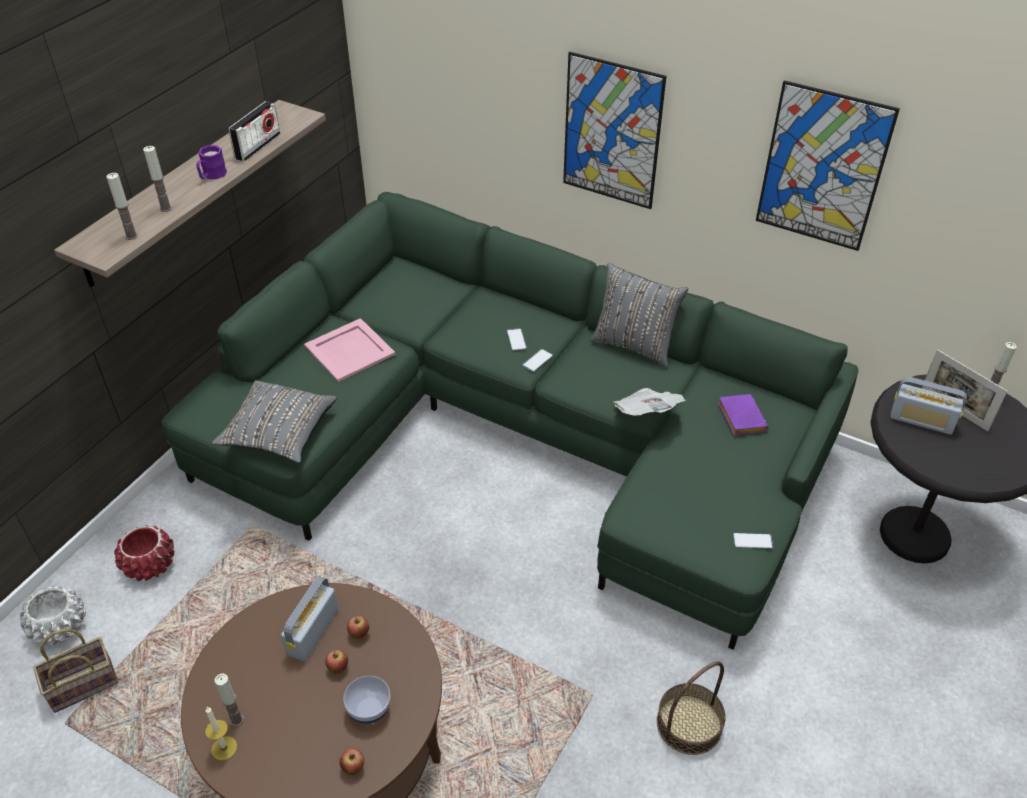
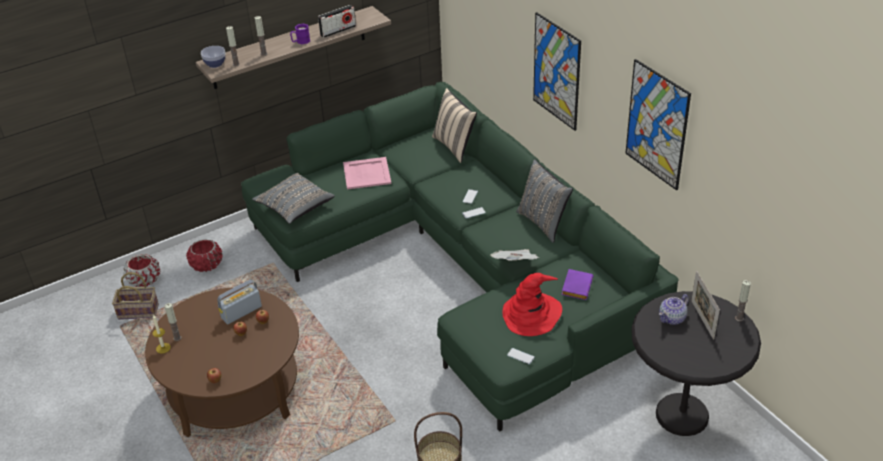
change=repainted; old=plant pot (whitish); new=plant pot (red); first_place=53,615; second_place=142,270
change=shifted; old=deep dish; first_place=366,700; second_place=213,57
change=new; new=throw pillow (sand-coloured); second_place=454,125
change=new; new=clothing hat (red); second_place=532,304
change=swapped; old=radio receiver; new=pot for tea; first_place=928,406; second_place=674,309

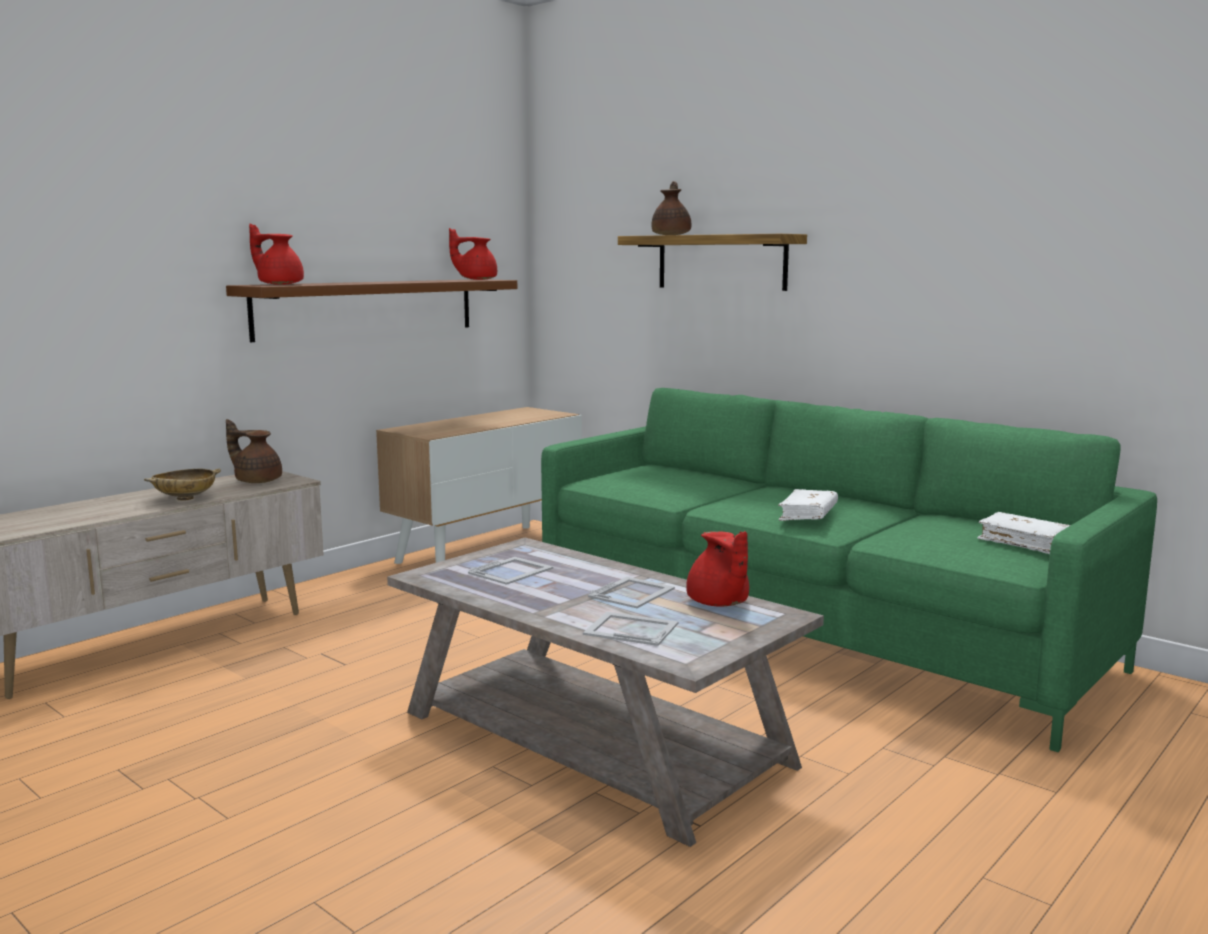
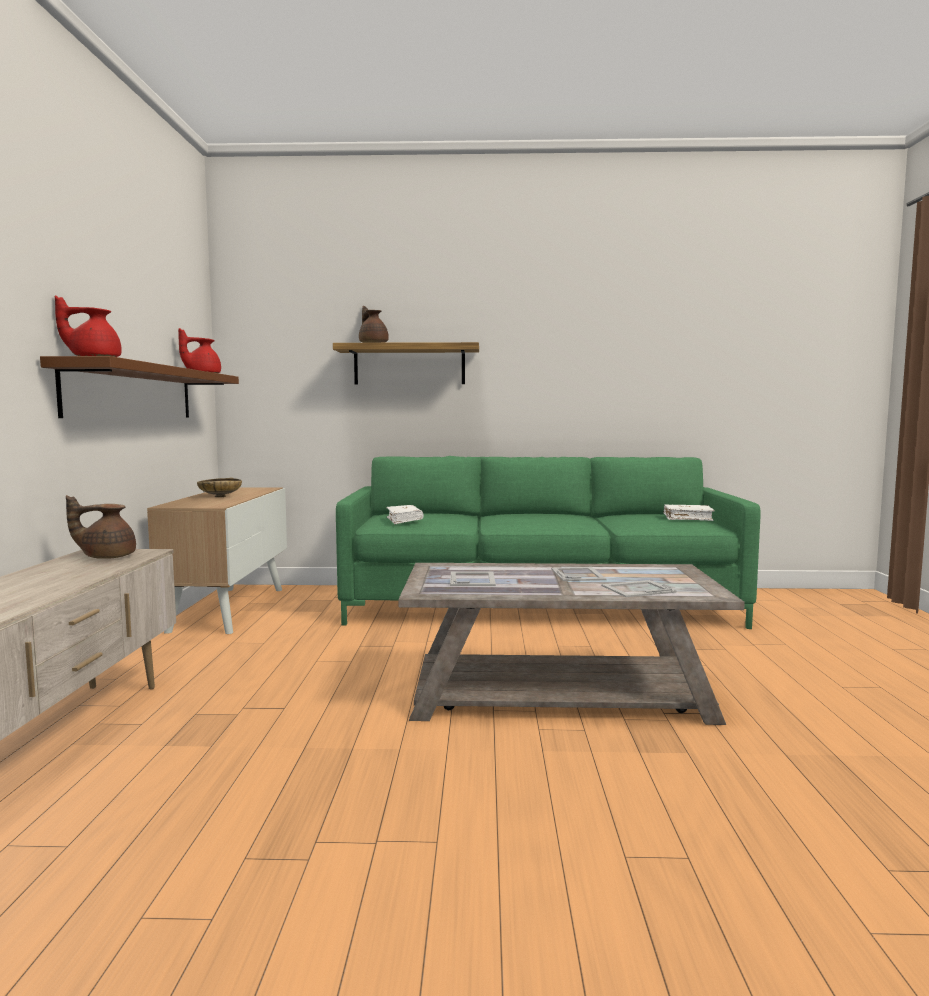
change=shifted; old=deep dish (sand-coloured); first_place=182,484; second_place=219,487
change=shifted; old=bound book (whitish); first_place=808,505; second_place=405,514
change=gone; old=pot for tea (red); first_place=717,568

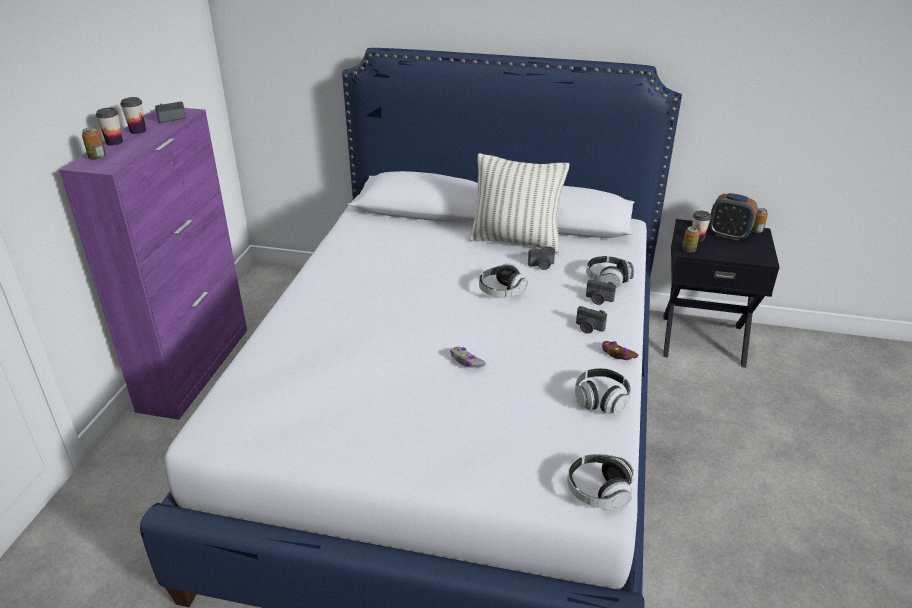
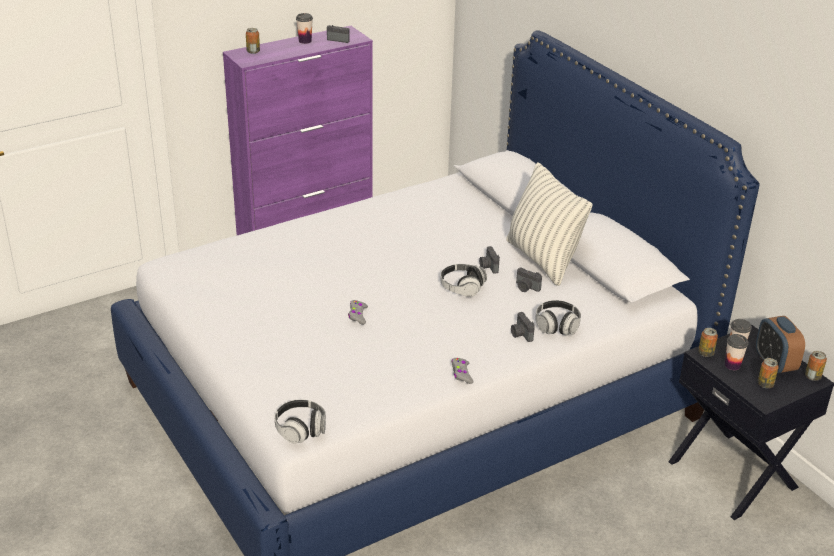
change=repainted; old=joypad (brown); new=joypad (grey); first_place=620,350; second_place=462,371
change=shifted; old=still camera; first_place=591,320; second_place=489,260
change=shifted; old=drinking cup; first_place=109,127; second_place=737,352
change=new; new=sealed can; second_place=768,373
change=gone; old=headphones; first_place=603,391

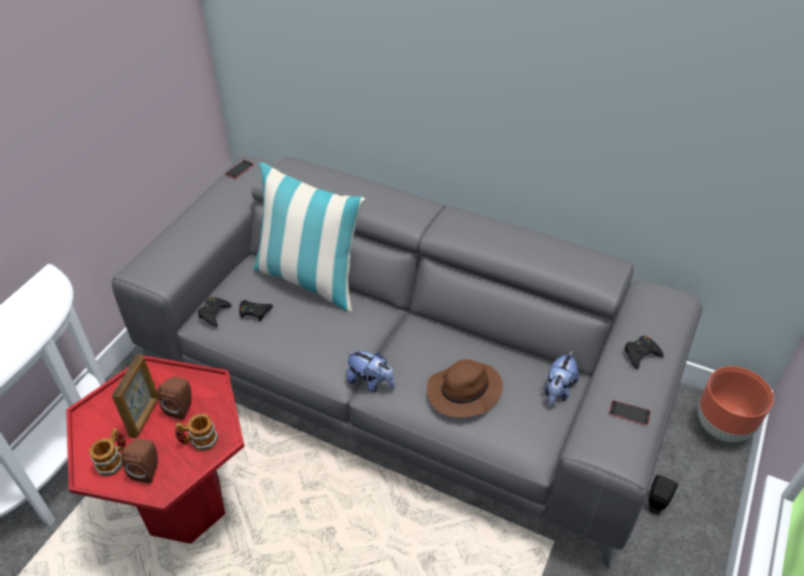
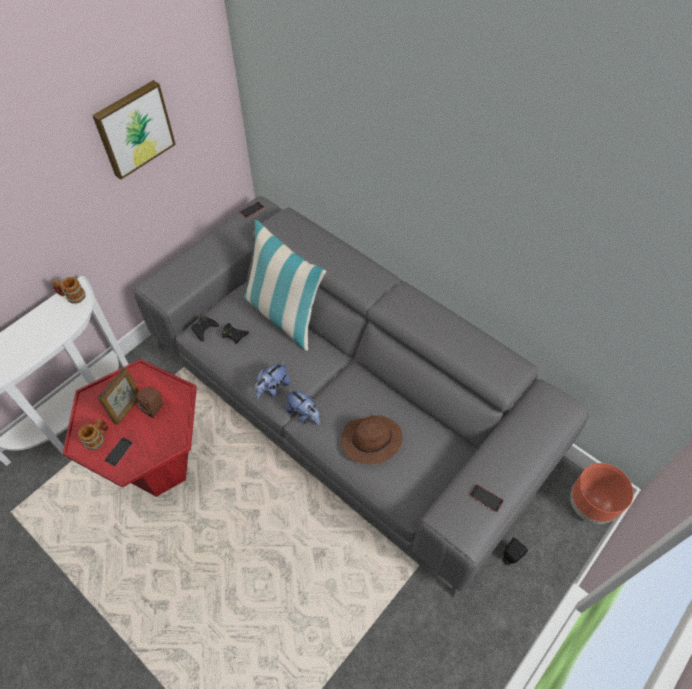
change=shifted; old=coffee mug; first_place=196,432; second_place=69,290
change=new; new=wall art; second_place=134,130
change=swapped; old=loudspeaker (brown); new=handset; first_place=139,461; second_place=118,452
change=shifted; old=soft toy; first_place=562,378; second_place=272,380
change=gone; old=joypad (black); first_place=644,352

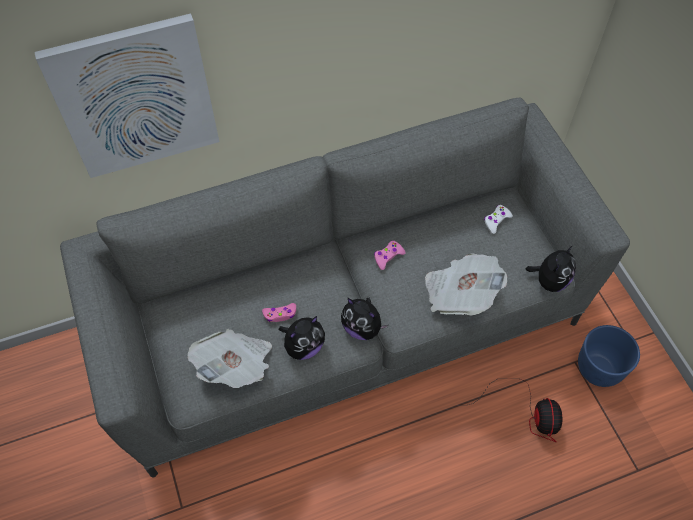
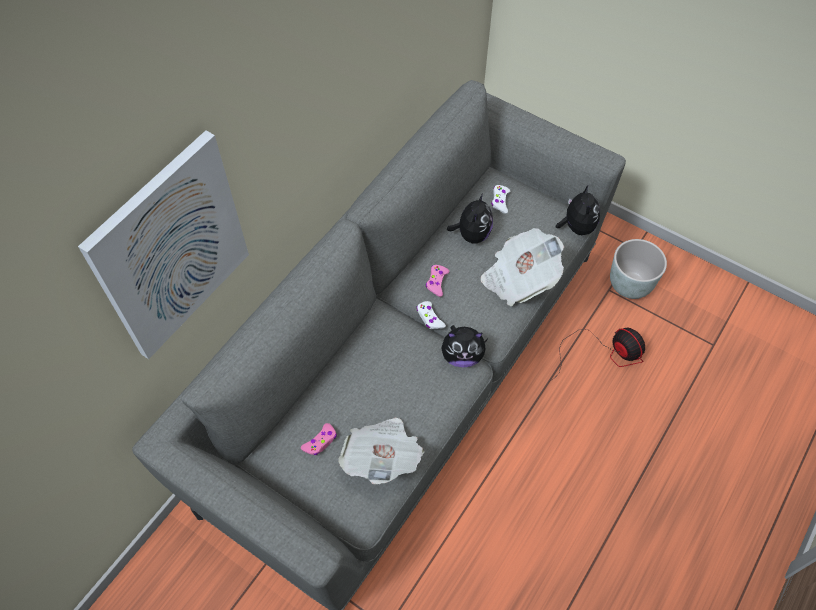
change=shifted; old=joypad (pink-coloured); first_place=279,312; second_place=319,439
change=new; new=joypad (whitish); second_place=431,315
change=shifted; old=soft toy; first_place=302,338; second_place=470,218
change=repainted; old=plant pot (blue); new=plant pot (grey); first_place=609,356; second_place=638,269

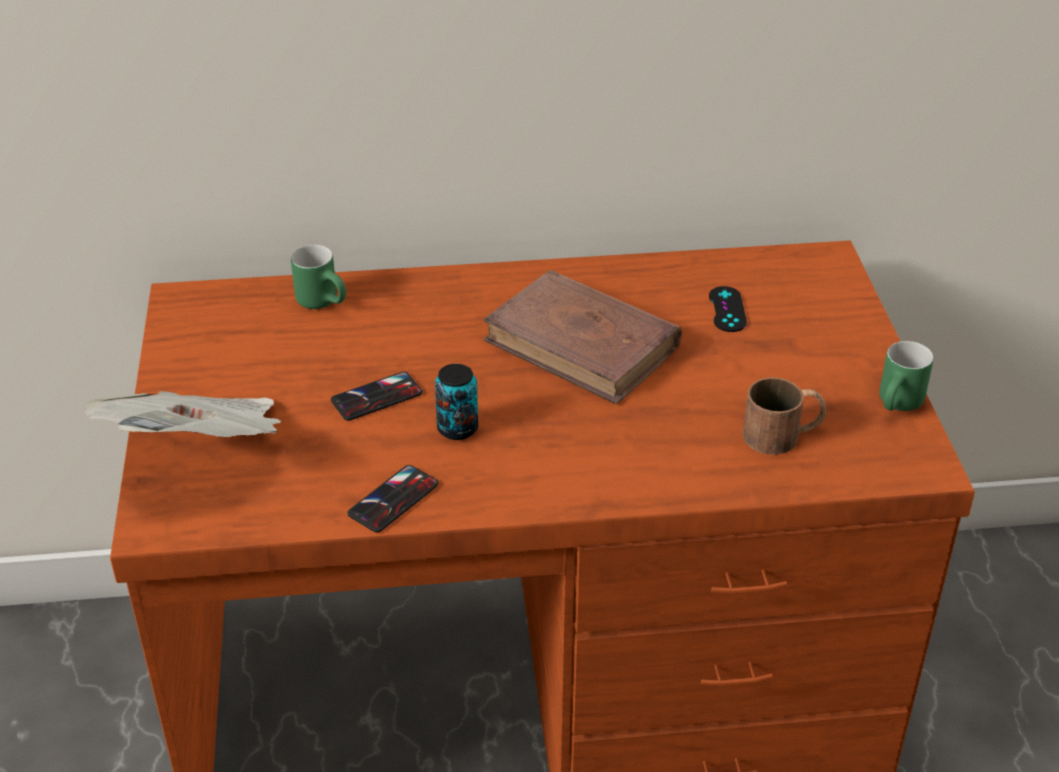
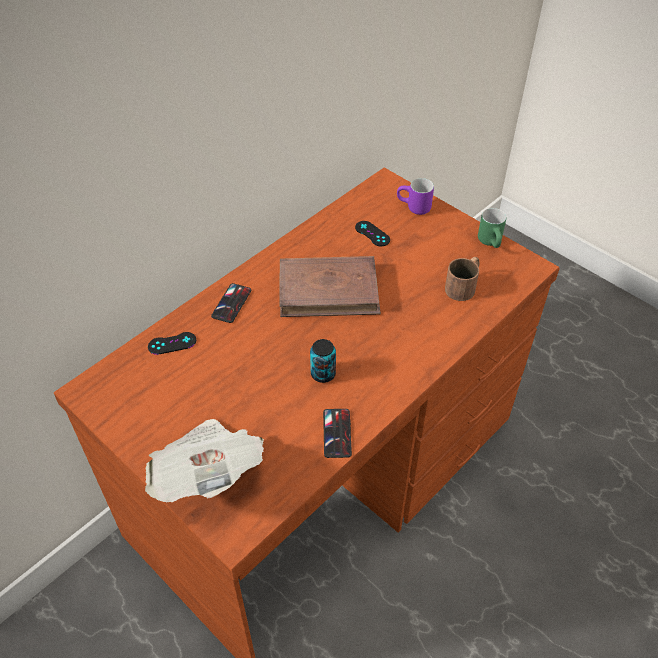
change=swapped; old=coffee mug (greenish); new=joypad (black); first_place=318,277; second_place=172,343
change=shifted; old=handset; first_place=376,396; second_place=231,303
change=new; new=coffee mug (purple-coloured); second_place=415,196

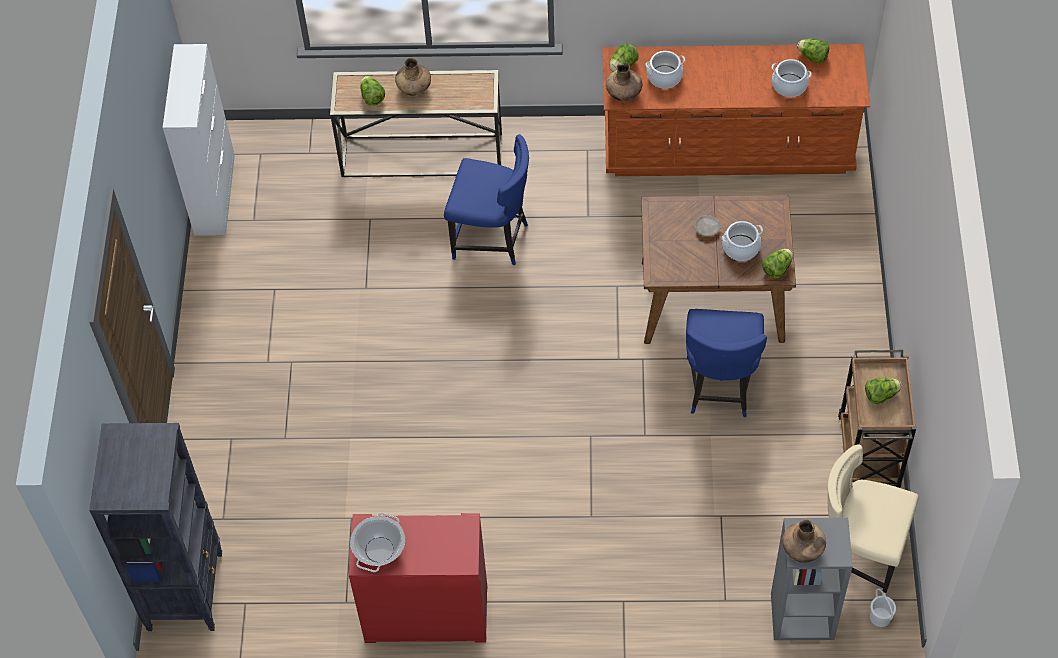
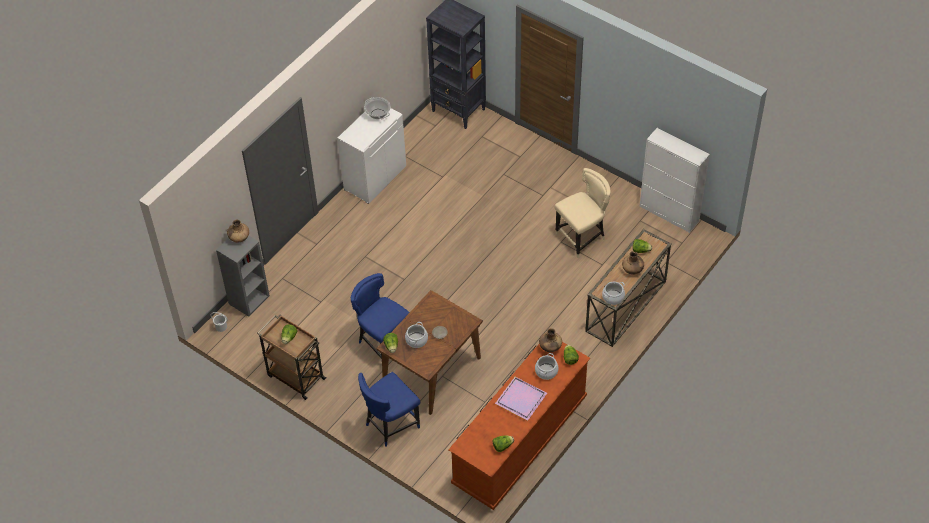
change=repainted; old=cupboard (red); new=cupboard (whitish); first_place=418,578; second_place=371,156
change=shifted; old=upright chair (blue); first_place=486,200; second_place=389,409
change=new; new=serving tray (purple-coloured); second_place=521,399
change=shifted; old=upright chair (sand-coloured); first_place=873,520; second_place=582,213
change=shifted; old=saucepot; first_place=791,78; second_place=613,293

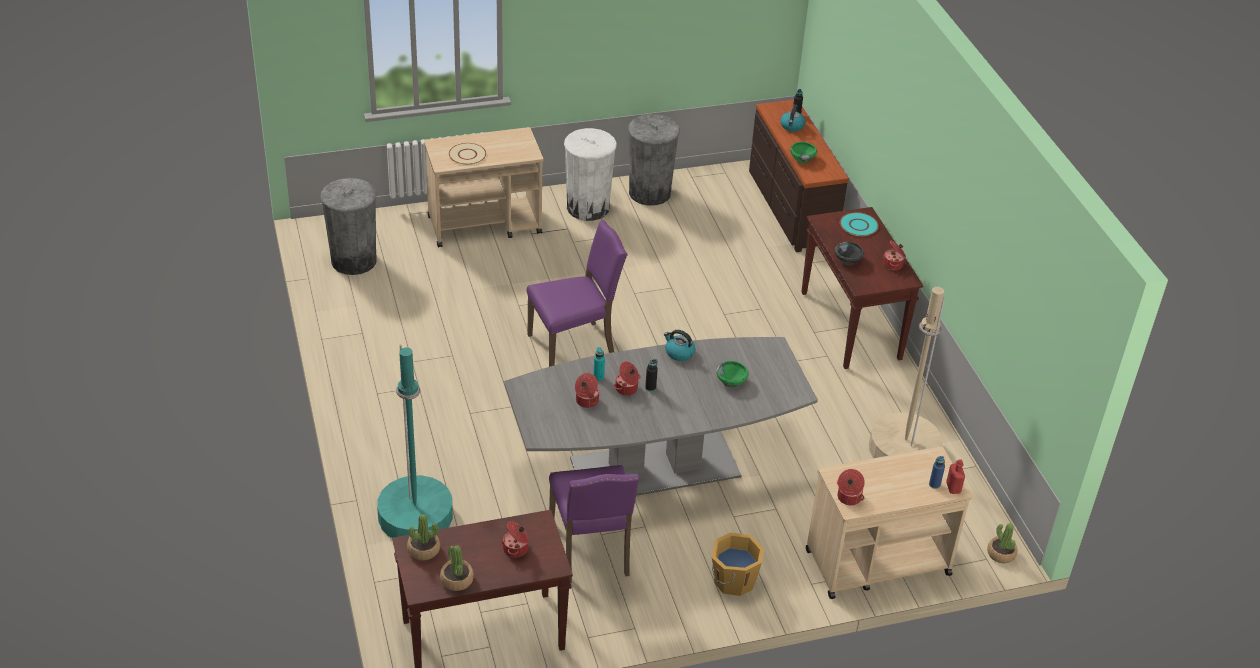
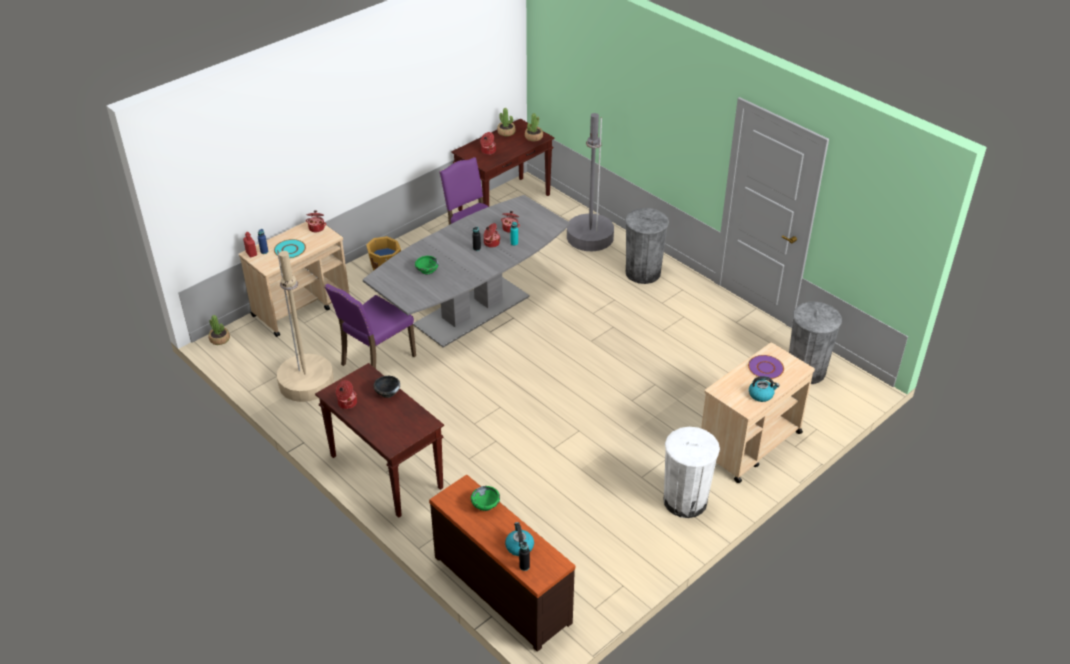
change=shifted; old=dinner plate (turquoise); first_place=859,224; second_place=290,248
change=shifted; old=upright chair (purple-coloured); first_place=577,293; second_place=370,326
change=repainted; old=floor lamp (turquoise); new=floor lamp (grey); first_place=415,441; second_place=590,182
change=shifted; old=rubbish bin (grey); first_place=654,160; second_place=647,246
change=repainted; old=dinner plate (sand-coloured); new=dinner plate (purple-coloured); first_place=467,154; second_place=766,367
change=shifted; old=water kettle; first_place=680,345; second_place=764,389

